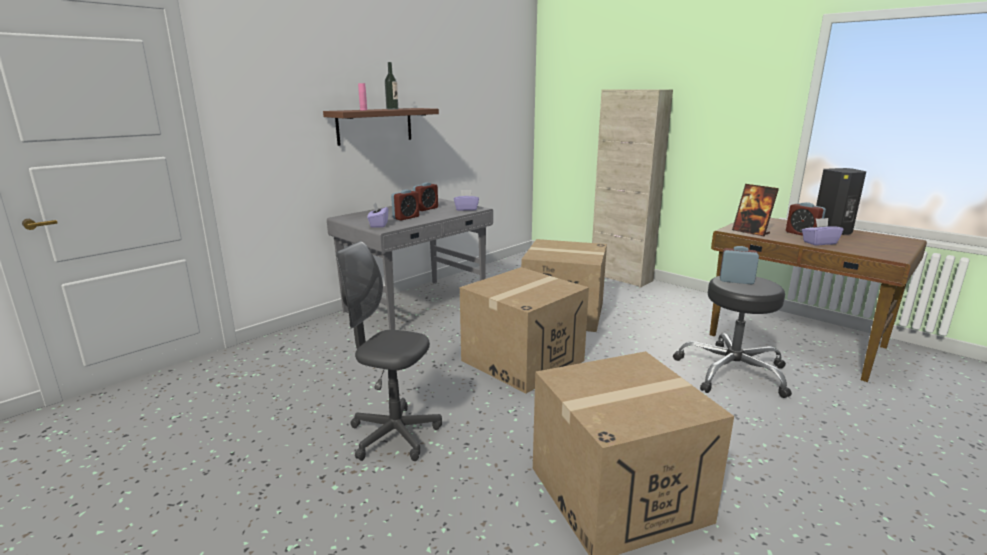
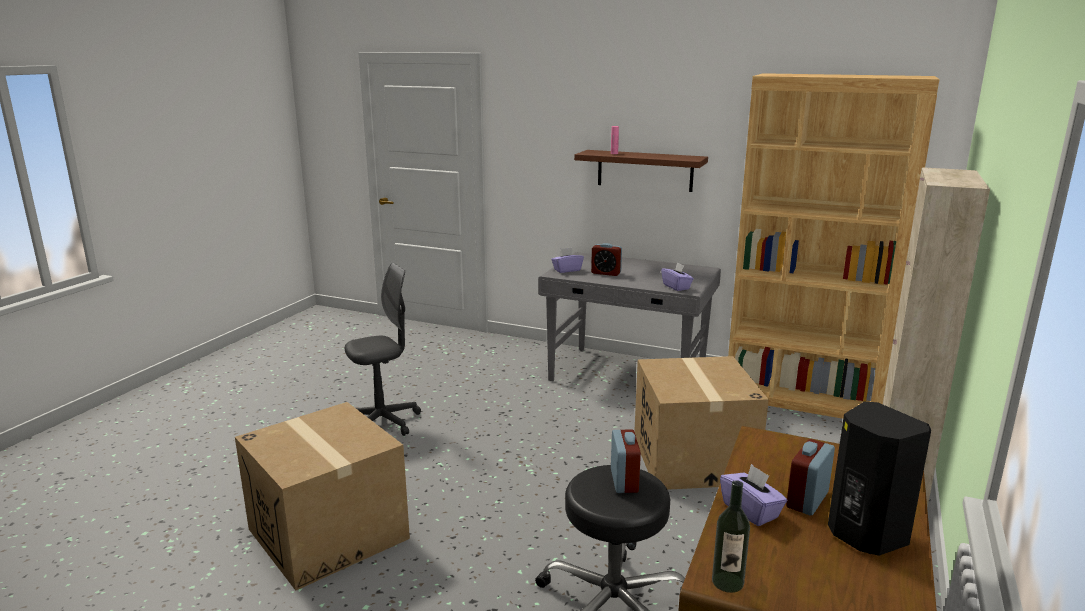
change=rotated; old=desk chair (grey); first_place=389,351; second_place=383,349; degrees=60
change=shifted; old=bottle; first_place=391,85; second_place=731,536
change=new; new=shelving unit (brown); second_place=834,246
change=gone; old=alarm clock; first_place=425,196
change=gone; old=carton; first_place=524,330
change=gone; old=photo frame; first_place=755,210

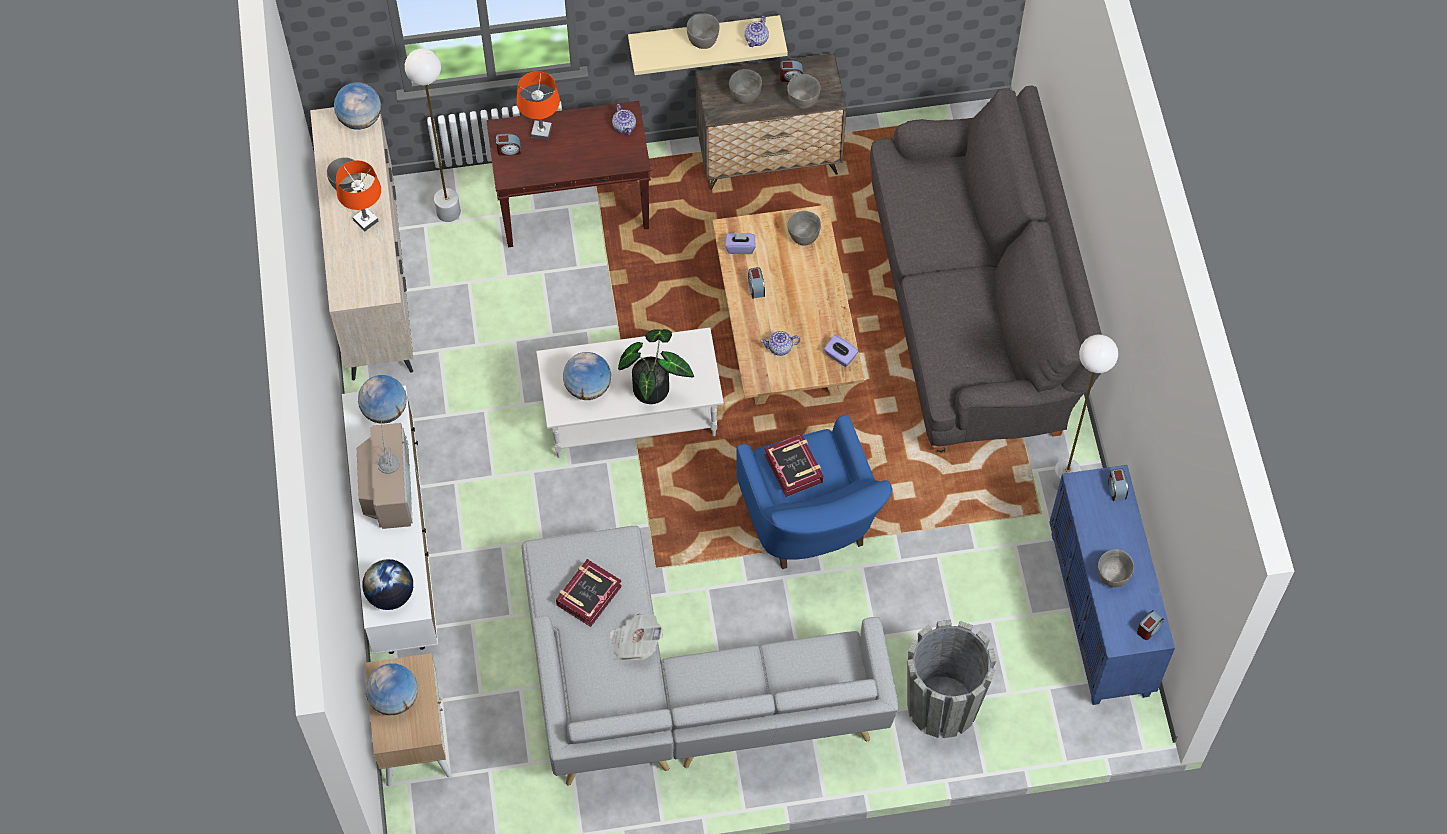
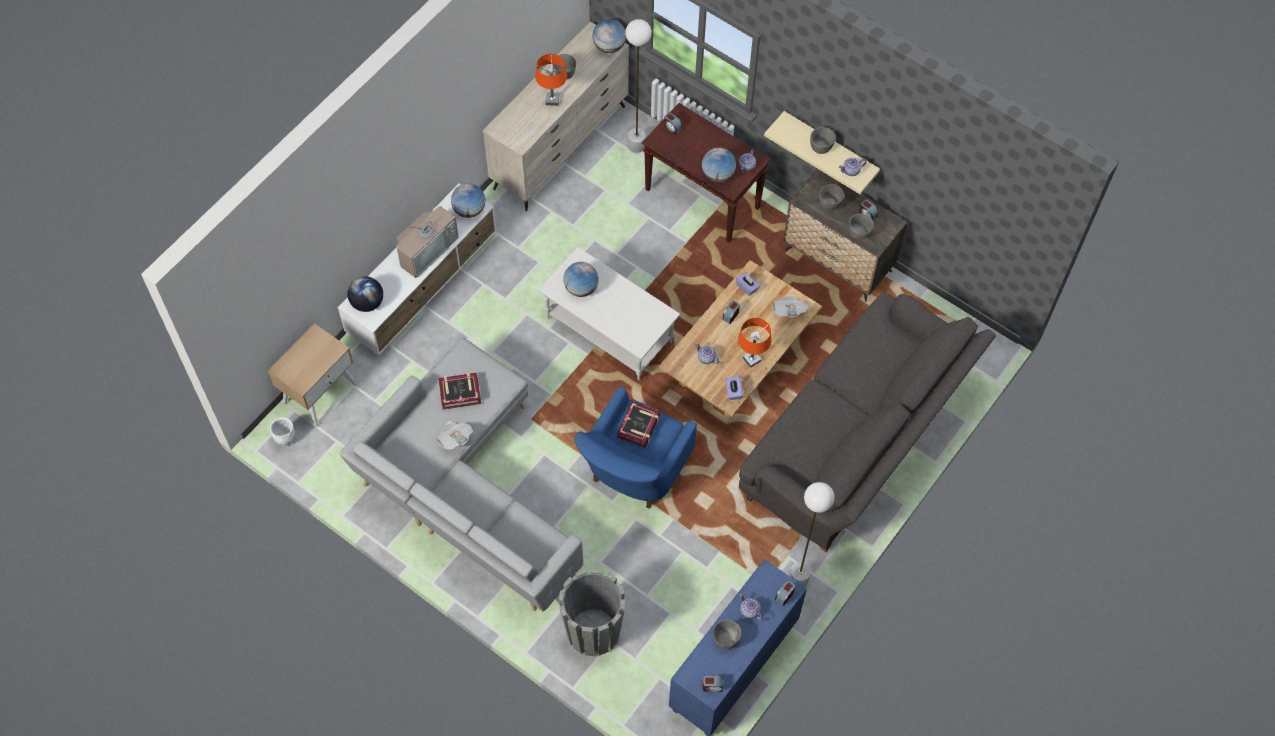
change=new; new=plant pot (whitish); second_place=282,431
change=shifted; old=world globe; first_place=392,689; second_place=719,165
change=shifted; old=lamp for a table (orange); first_place=538,105; second_place=754,343
change=new; new=pot for tea; second_place=751,607
change=swapped; old=deep dish (grey); new=newspaper; first_place=804,228; second_place=790,306
change=gone; old=plant in a pot; first_place=656,366

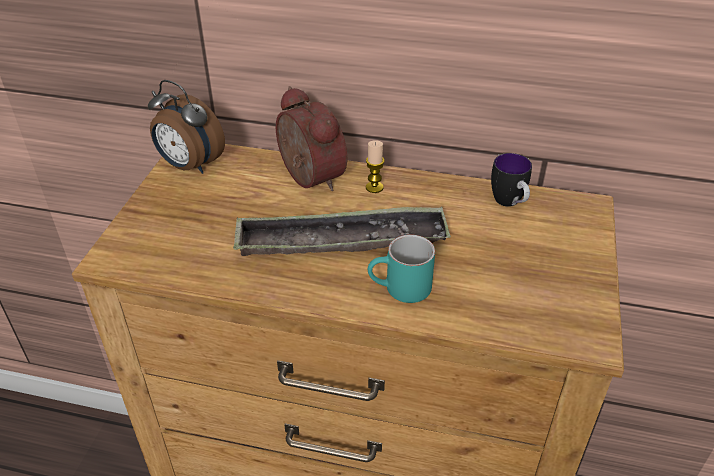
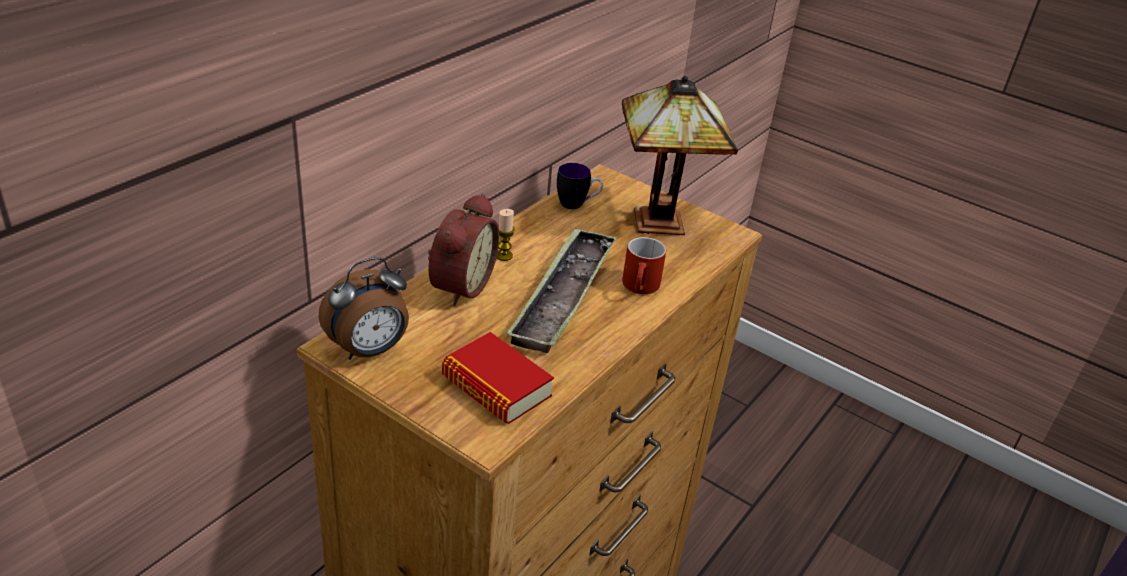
change=rotated; old=alarm clock; first_place=311,138; second_place=463,249; degrees=120
change=new; new=bound book; second_place=498,378
change=new; new=lamp for a table; second_place=680,155
change=repainted; old=coffee mug (turquoise); new=coffee mug (red); first_place=401,269; second_place=644,265

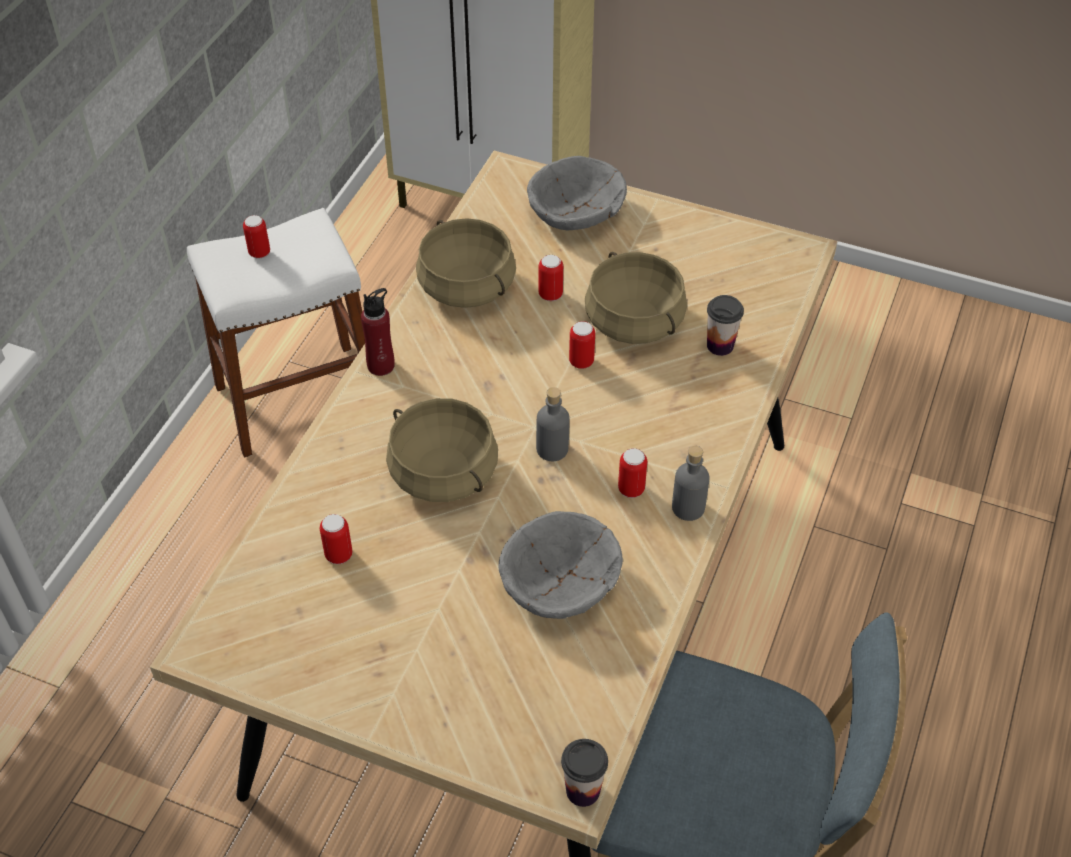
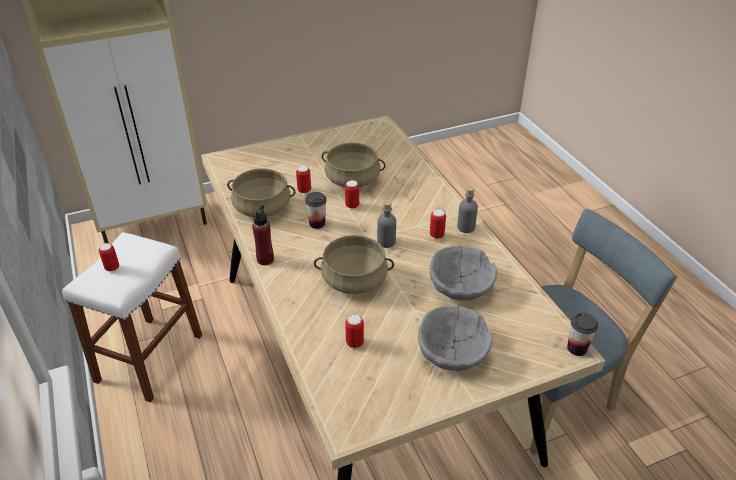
change=shifted; old=drinking cup; first_place=725,325; second_place=316,210
change=shifted; old=deep dish (grey); first_place=577,193; second_place=455,338

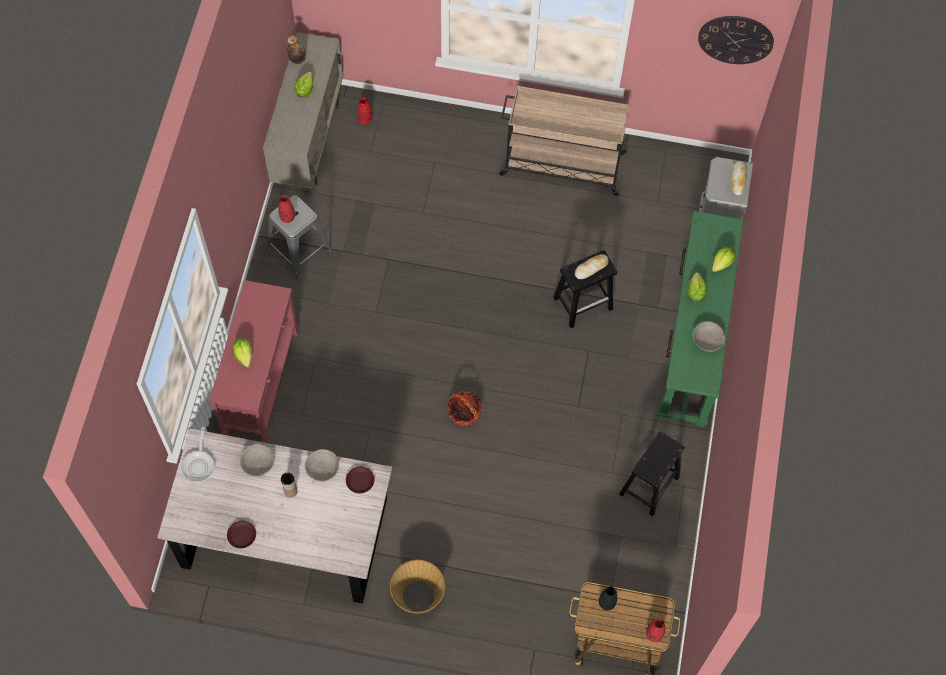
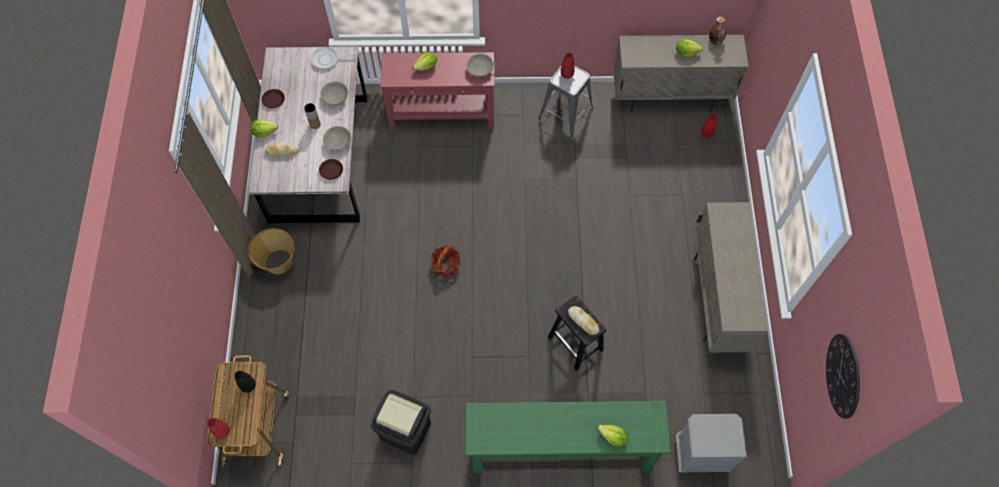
change=shifted; old=lettuce; first_place=697,287; second_place=264,129
change=shifted; old=bread; first_place=739,178; second_place=282,149
change=swapped; old=stool seat (black); new=rubbish bin (black); first_place=652,473; second_place=401,422
change=shifted; old=deep dish (grey); first_place=709,336; second_place=480,65
change=swapped; old=cart (sand-coloured); new=cupboard (sand-coloured); first_place=564,141; second_place=731,277

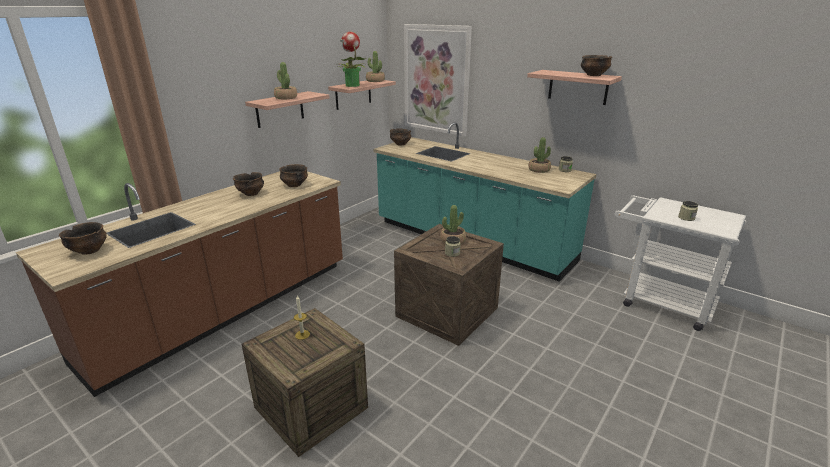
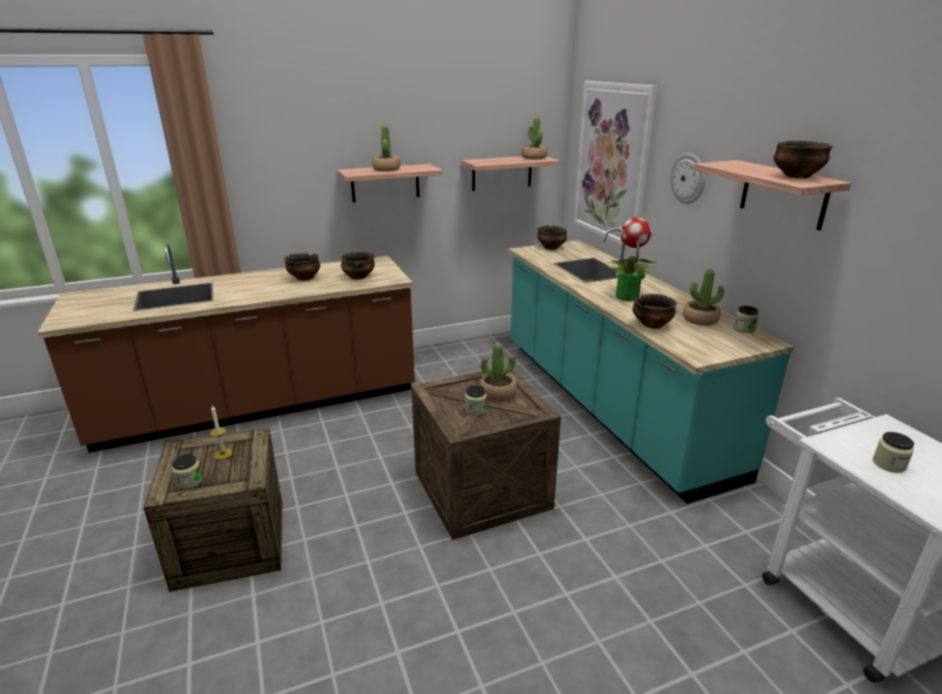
change=new; new=storage jar; second_place=187,471
change=shifted; old=plant in a pot; first_place=352,59; second_place=632,259
change=shifted; old=deep dish; first_place=83,238; second_place=654,311
change=new; new=clock on the wall; second_place=687,178

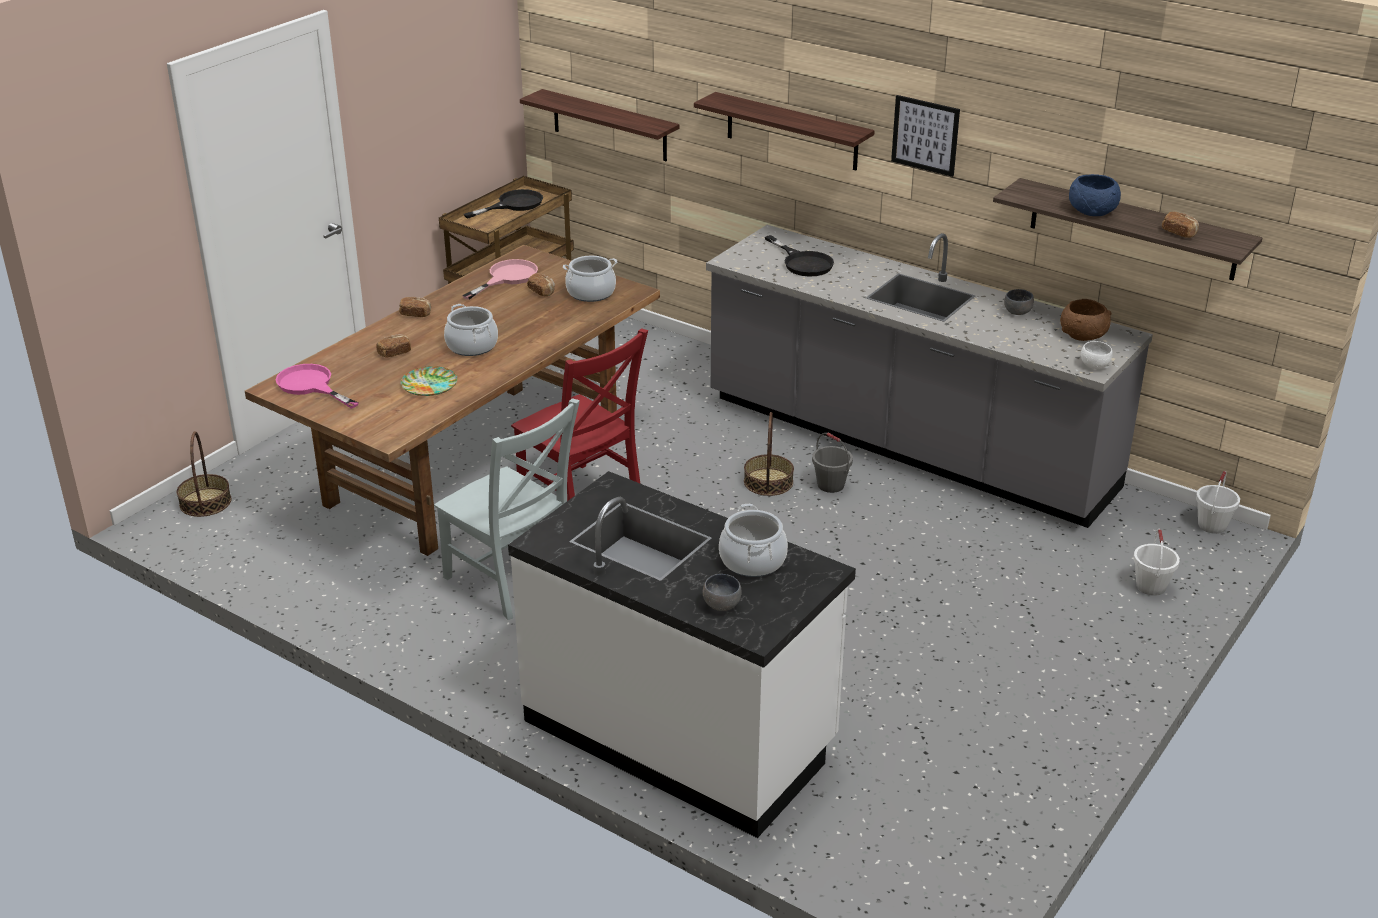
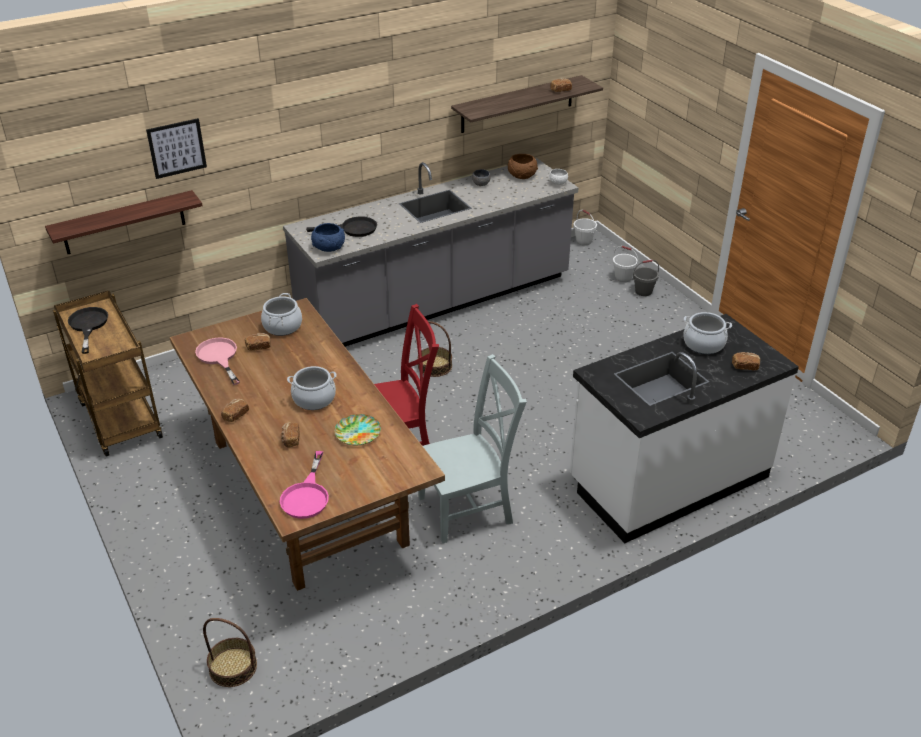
change=shifted; old=wall art; first_place=925,136; second_place=176,148
change=rotated; old=skillet (pink-coloured); first_place=317,386; second_place=304,485; degrees=-60
change=shifted; old=deep dish (blue); first_place=1095,195; second_place=328,237
change=shifted; old=water bucket (grey); first_place=832,463; second_place=646,278
change=swapped; old=deep dish (grey); new=bread; first_place=722,592; second_place=746,361
change=gone; old=shelf; first_place=784,131

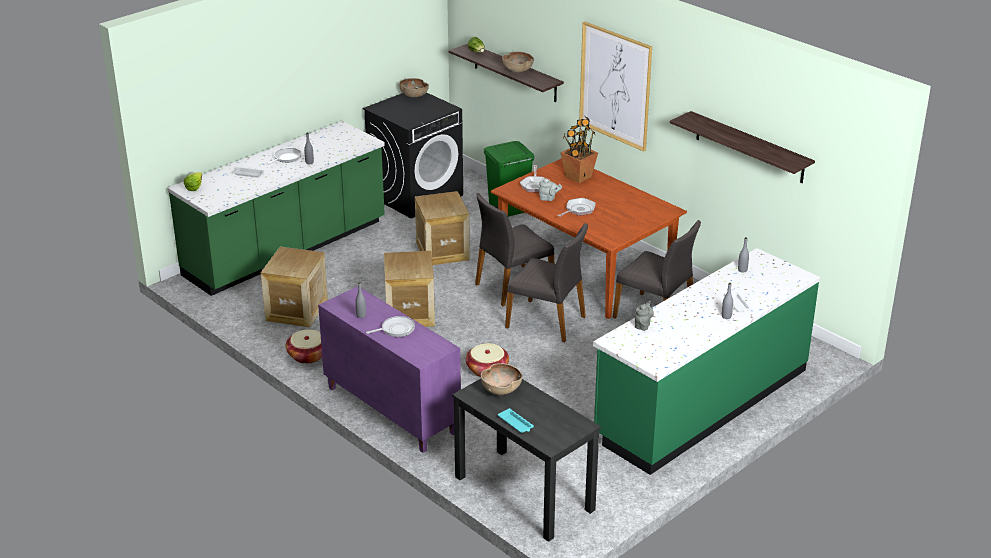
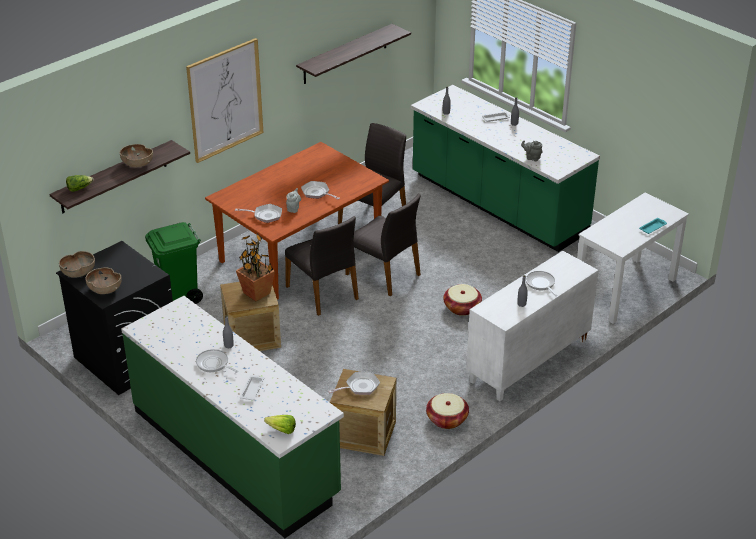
change=shifted; old=deep dish (brown); first_place=501,379; second_place=103,280
change=shifted; old=plant in a pot; first_place=579,150; second_place=255,267
change=new; new=skillet; second_place=354,383
change=rotated; old=upright chair (grey); first_place=546,282; second_place=383,244; degrees=105
change=repainted; old=cupboard (purple-coloured); new=cupboard (whitish); first_place=389,369; second_place=532,326
change=repainted; old=desk unit (black); new=desk unit (whitish); first_place=526,459; second_place=633,258
change=gone; old=shipping crate; first_place=409,289

